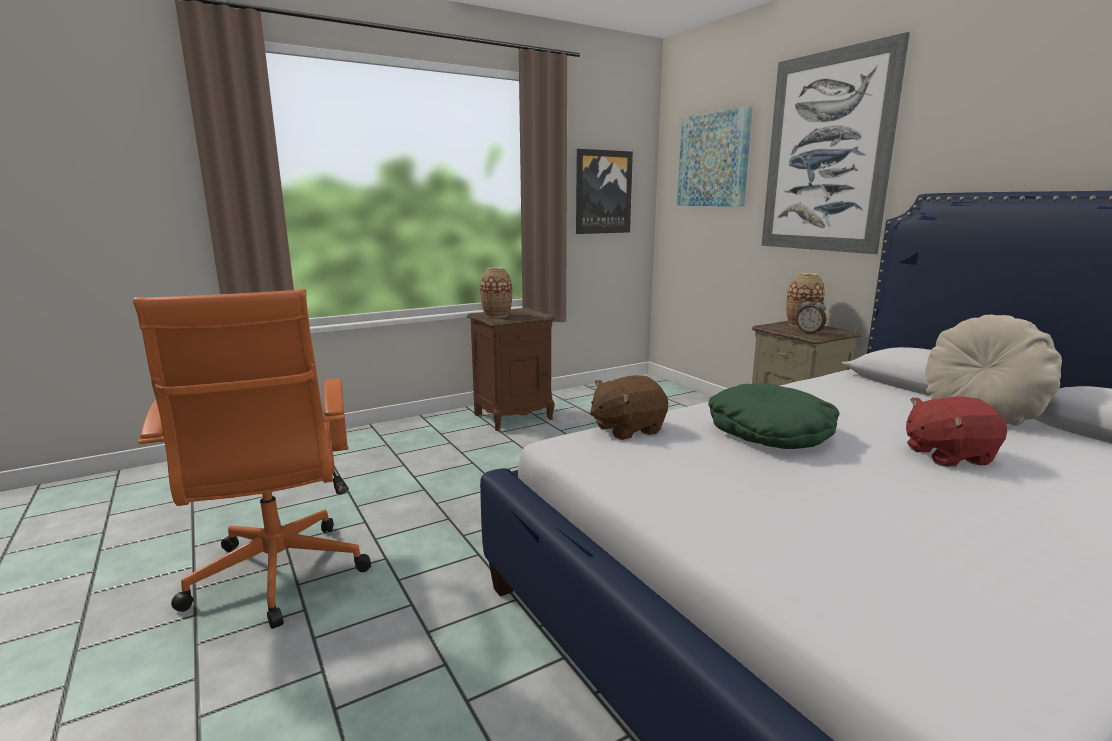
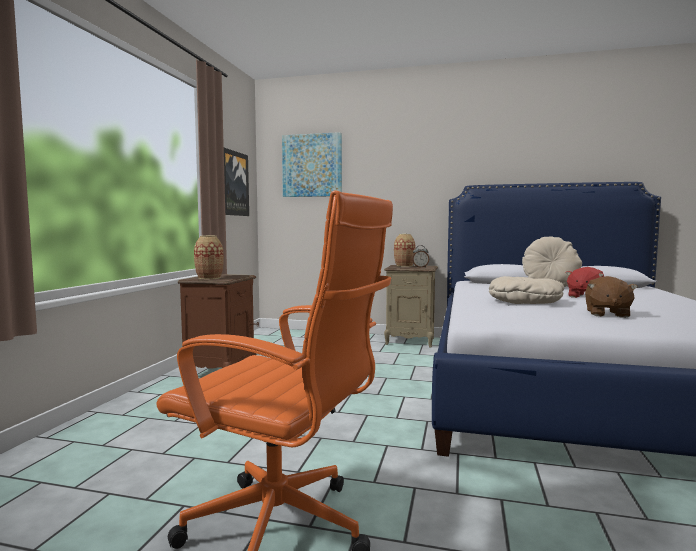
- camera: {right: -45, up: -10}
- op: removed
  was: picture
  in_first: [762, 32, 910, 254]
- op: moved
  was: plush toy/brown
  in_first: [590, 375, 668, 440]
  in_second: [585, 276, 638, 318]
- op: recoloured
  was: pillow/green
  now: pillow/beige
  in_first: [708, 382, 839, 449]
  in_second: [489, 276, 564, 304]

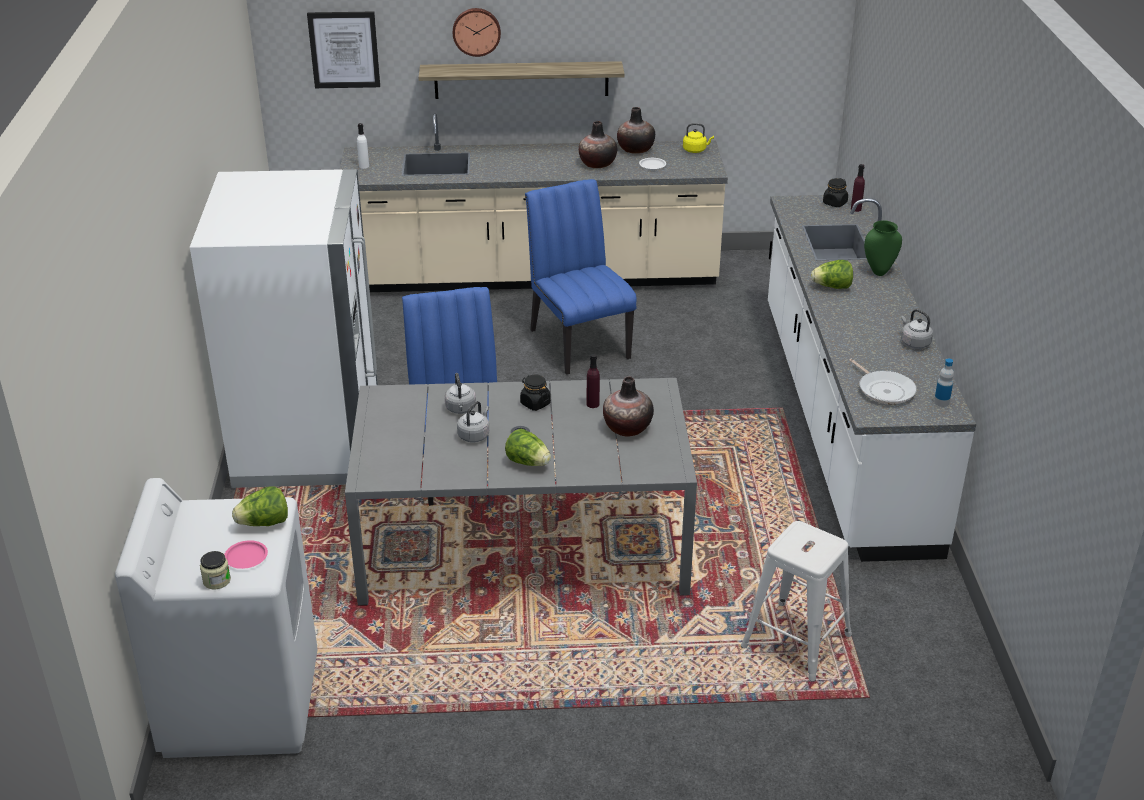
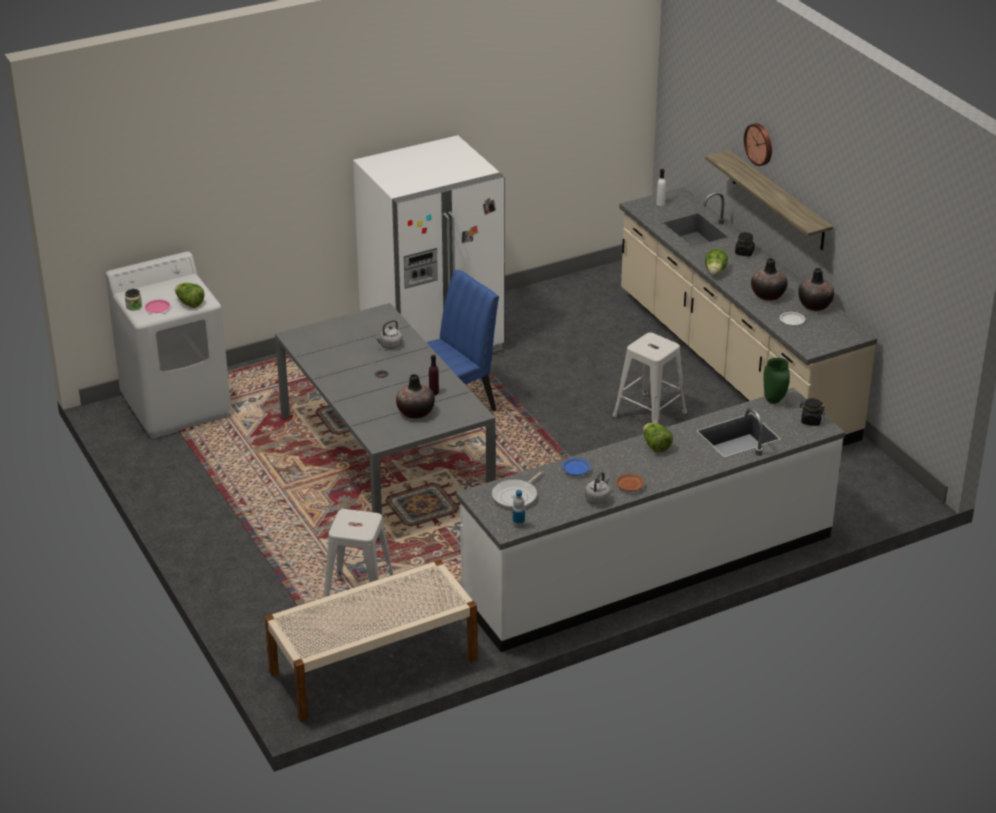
- camera: {right: 65, up: 0}
- op: removed
  was: picture
  in_first: [307, 11, 380, 88]
- op: removed
  was: kettle/grey
  in_first: [457, 401, 489, 442]
- op: removed
  was: kettle/yellow
  in_first: [683, 123, 714, 153]
- op: removed
  was: bottle/purple
  in_first: [851, 164, 865, 212]
- op: added
  now: bench/beige
  in_second: [264, 559, 477, 722]
- op: added
  now: plate/blue
  in_second: [562, 458, 590, 476]
- op: added
  now: plate/brown
  in_second: [616, 473, 644, 491]
- op: moved
  was: lettuce
  in_first: [505, 428, 551, 466]
  in_second: [705, 249, 728, 275]
- op: moved
  was: jar/black
  in_first: [520, 375, 551, 411]
  in_second: [735, 232, 755, 257]
- op: moved
  was: vase/green
  in_first: [864, 220, 902, 276]
  in_second: [764, 358, 790, 404]
- op: replaced
  was: chair/blue
  now: stool/white
  in_first: [525, 179, 637, 375]
  in_second: [612, 332, 687, 424]

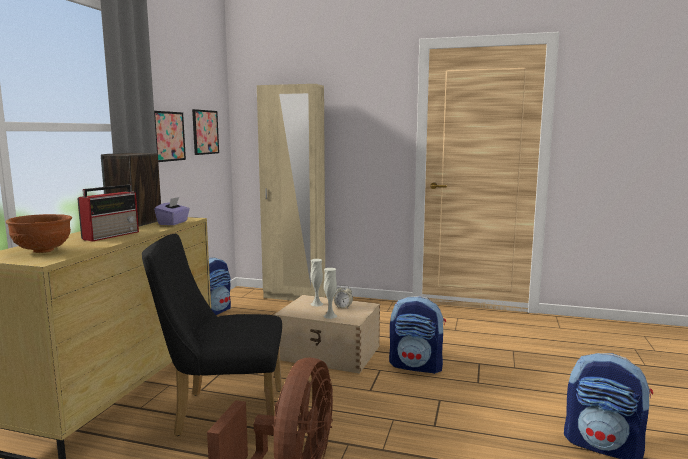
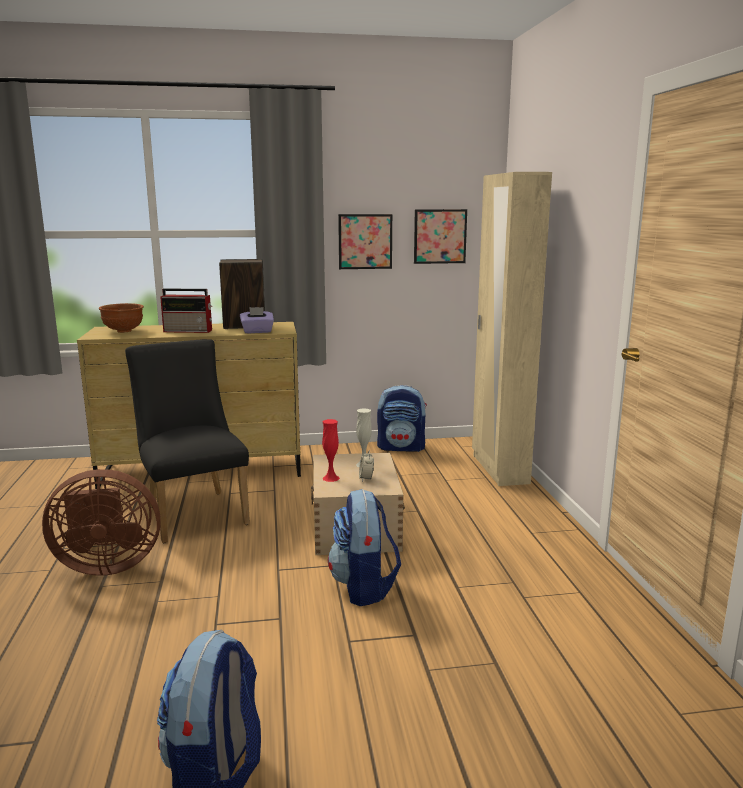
- camera: {right: 65, up: 5}
- op: recoloured
  was: vase/white
  now: vase/red
  in_first: [324, 268, 337, 319]
  in_second: [322, 419, 340, 482]

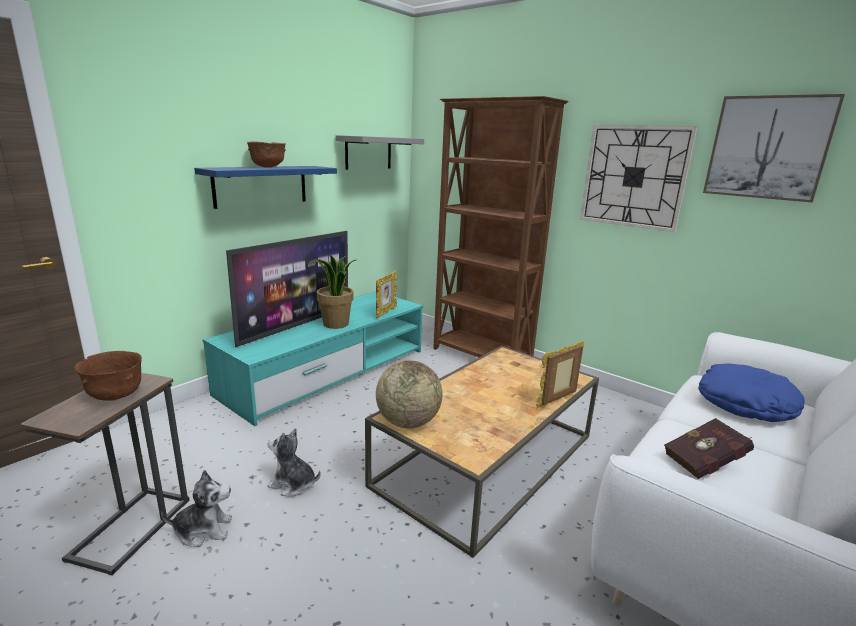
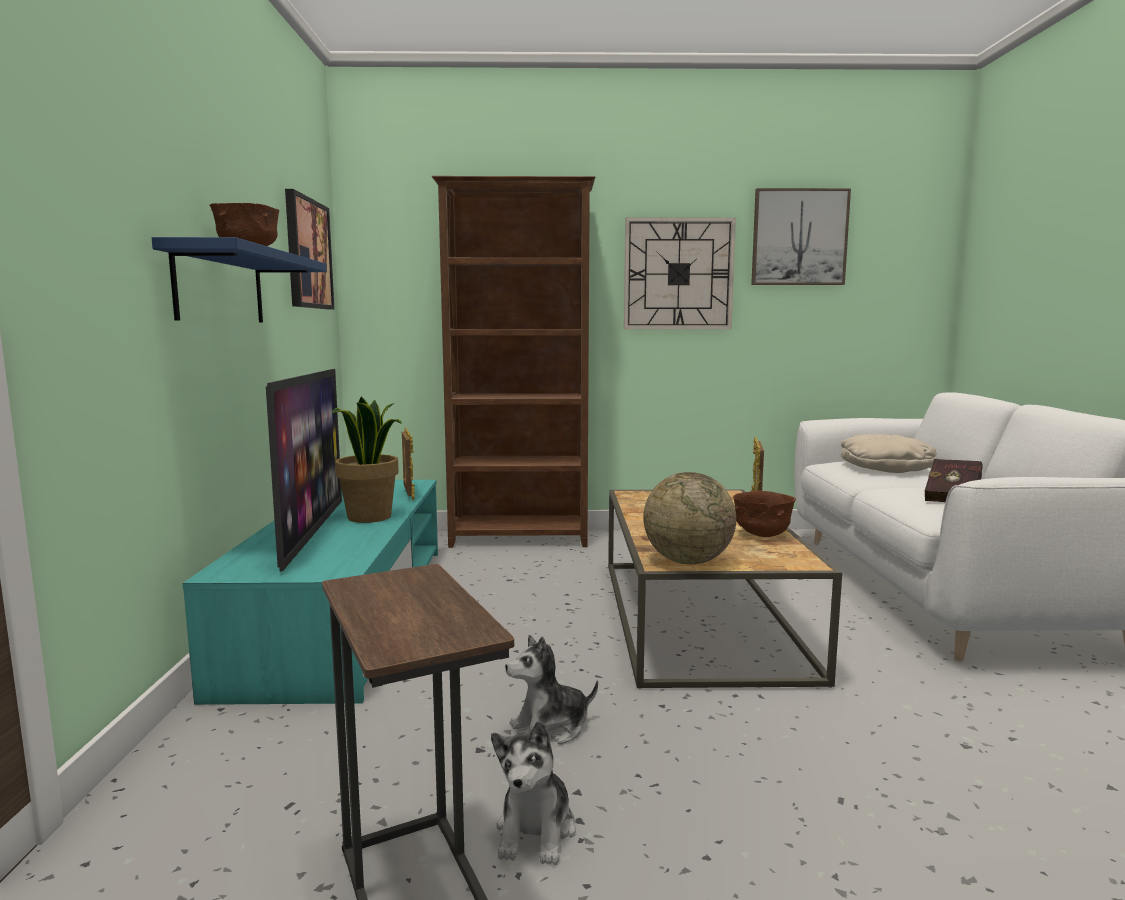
- camera: {right: -40, up: -10}
- op: moved
  was: bowl/brown
  in_first: [74, 351, 142, 401]
  in_second: [733, 491, 796, 537]
- op: replaced
  was: shelf/grey
  now: picture
  in_first: [335, 135, 424, 170]
  in_second: [285, 189, 334, 309]
- op: recoloured
  was: pillow/blue
  now: pillow/beige
  in_first: [698, 363, 805, 422]
  in_second: [841, 434, 937, 473]
- op: turned
  was: plush toy
  in_first: [161, 470, 232, 547]
  in_second: [491, 721, 576, 865]
  clockwise: 150

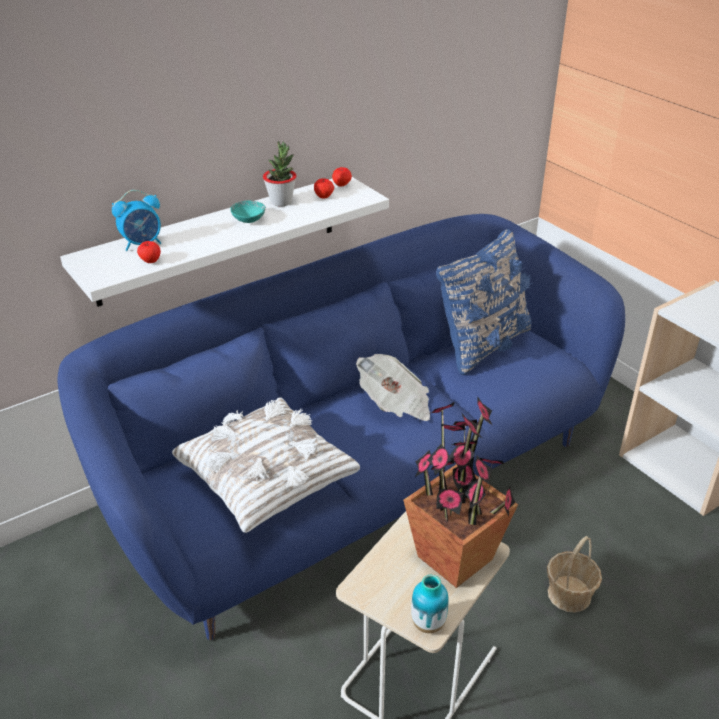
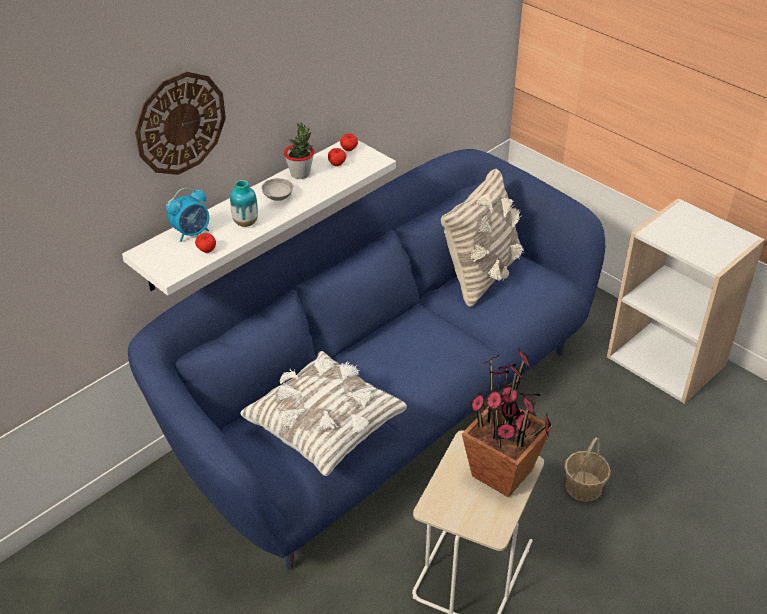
- camera: {right: -10, up: 5}
- op: removed
  was: newspaper
  in_first: [356, 354, 430, 421]
- op: added
  now: wall clock
  in_second: [135, 71, 226, 175]
- op: moved
  was: vase
  in_first: [411, 575, 449, 633]
  in_second: [230, 180, 258, 227]
- op: recoloured
  was: bowl/turquoise
  now: bowl/grey
  in_first: [230, 201, 266, 223]
  in_second: [261, 178, 293, 201]
- op: recoloured
  was: pillow/blue
  now: pillow/beige
  in_first: [436, 229, 533, 375]
  in_second: [441, 169, 524, 307]

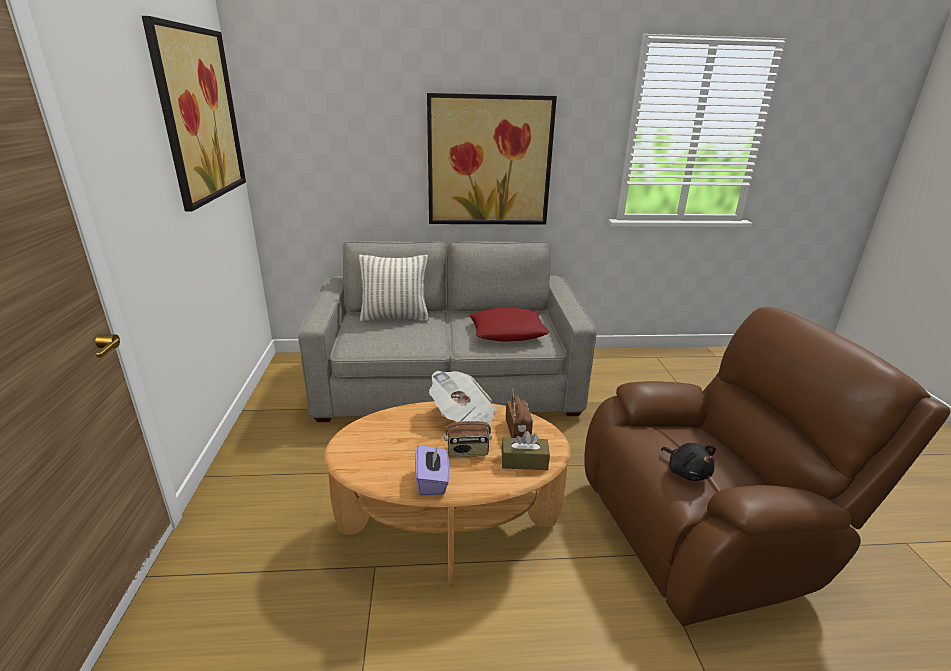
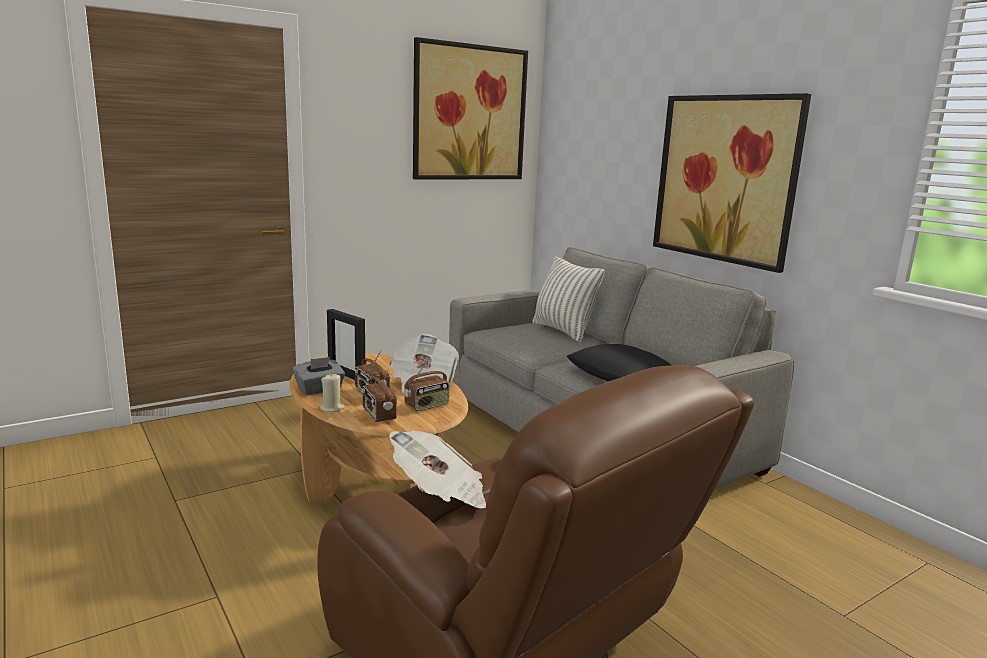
- camera: {right: 60, up: -10}
- op: added
  now: candle/beige
  in_second: [320, 373, 345, 412]
- op: added
  now: picture frame
  in_second: [327, 309, 365, 380]
- op: replaced
  was: tissue box/brown
  now: radio
  in_first: [502, 431, 550, 470]
  in_second: [362, 369, 397, 422]
- op: replaced
  was: plush toy/black
  now: newspaper
  in_first: [661, 443, 716, 481]
  in_second: [389, 431, 486, 509]
- op: recoloured
  was: tissue box/purple
  now: tissue box/grey
  in_first: [415, 445, 449, 495]
  in_second: [293, 357, 345, 395]
- op: recoloured
  was: pillow/red
  now: pillow/black
  in_first: [470, 308, 549, 342]
  in_second: [567, 344, 671, 381]

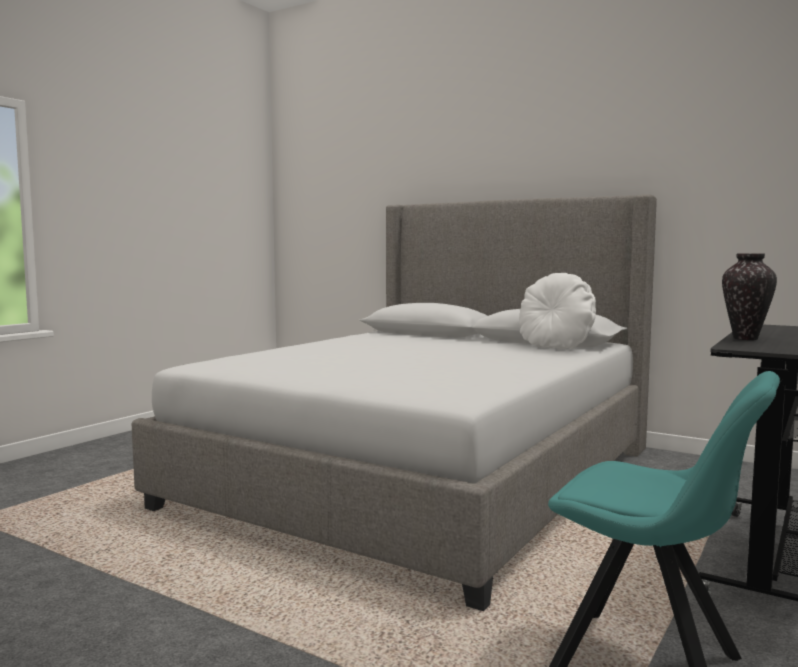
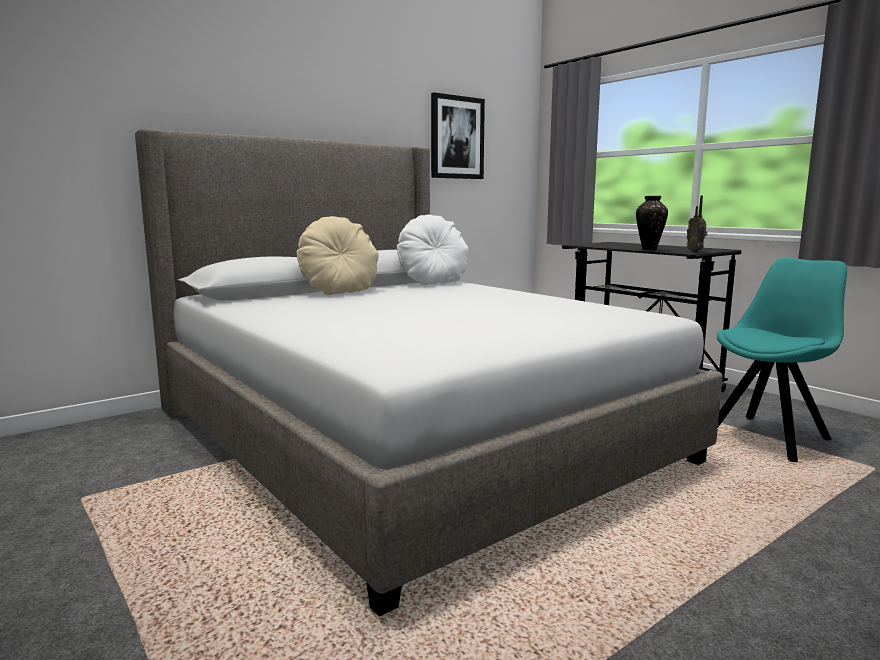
- camera: {right: -70, up: 5}
- op: added
  now: pillow/beige
  in_second: [297, 216, 379, 295]
- op: added
  now: picture
  in_second: [431, 92, 485, 179]
- op: added
  now: radio
  in_second: [687, 196, 707, 252]

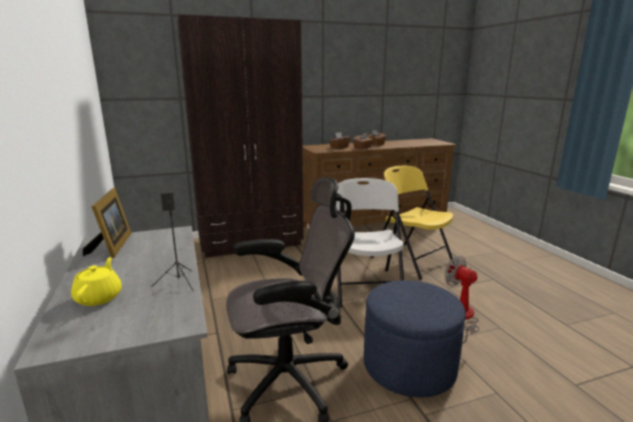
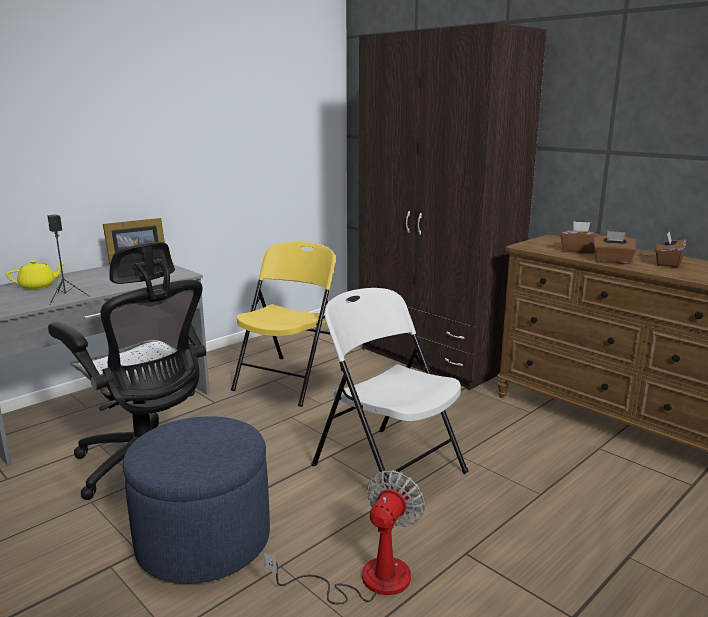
- camera: {right: 65, up: 0}
- op: moved
  was: chair/yellow
  in_first: [371, 166, 454, 280]
  in_second: [231, 242, 343, 407]
- op: turned
  was: chair/white
  in_first: [336, 178, 404, 308]
  in_second: [312, 288, 468, 488]
  clockwise: -105

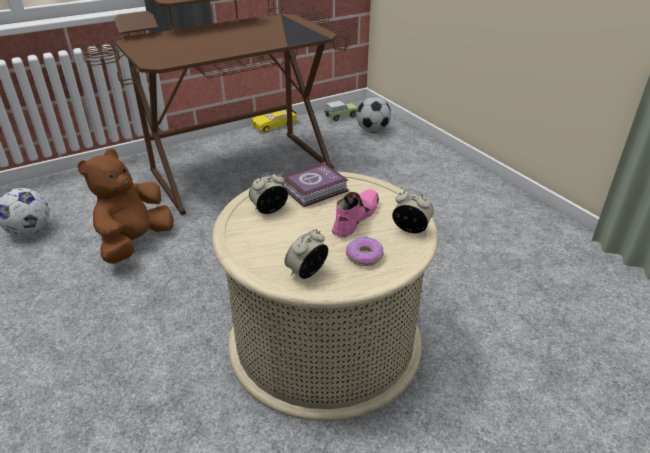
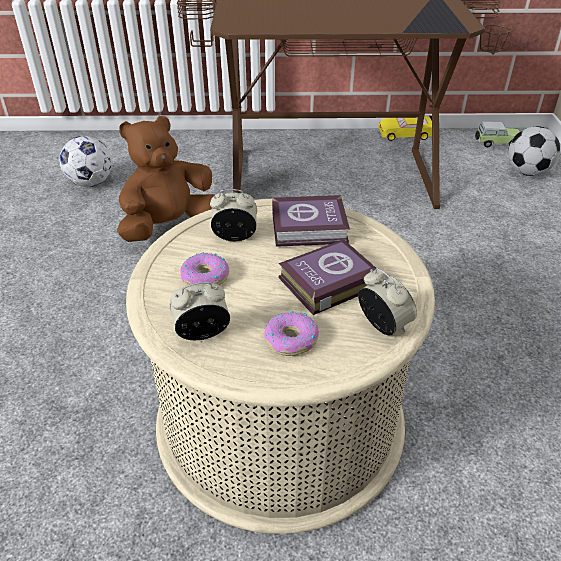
- camera: {right: 30, up: 5}
- op: added
  now: donut
  in_second: [180, 253, 229, 285]
- op: replaced
  was: shoe/pink
  now: book
  in_first: [332, 189, 379, 237]
  in_second: [279, 239, 376, 315]

